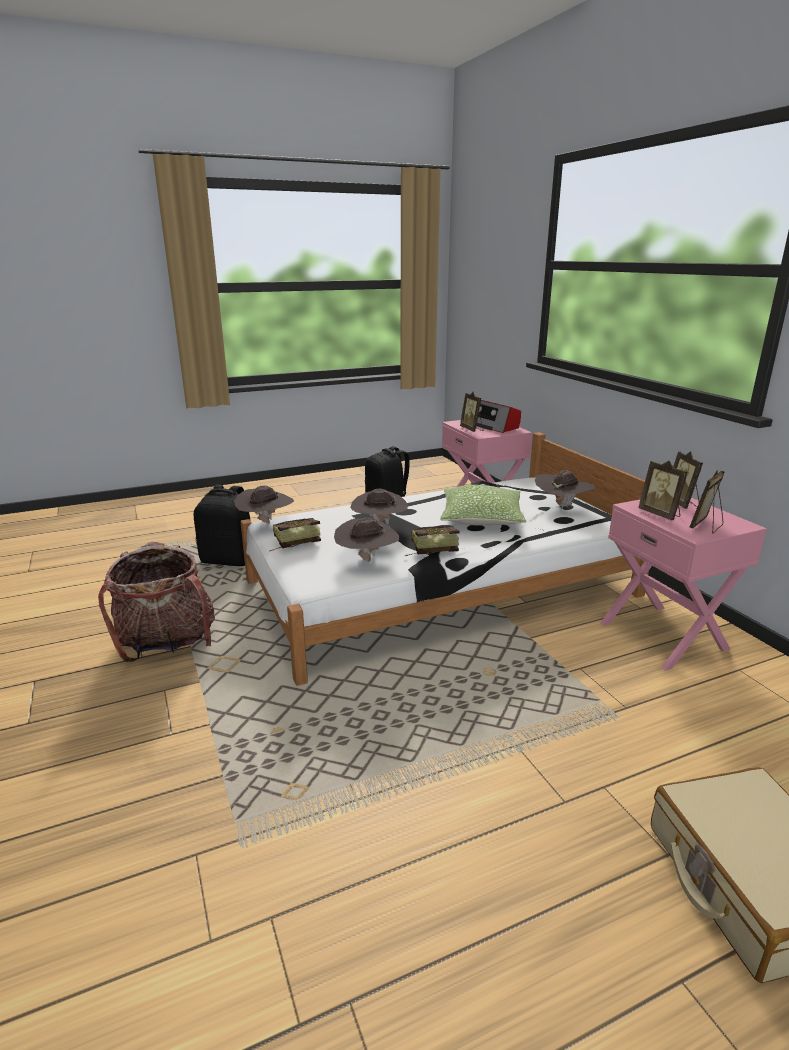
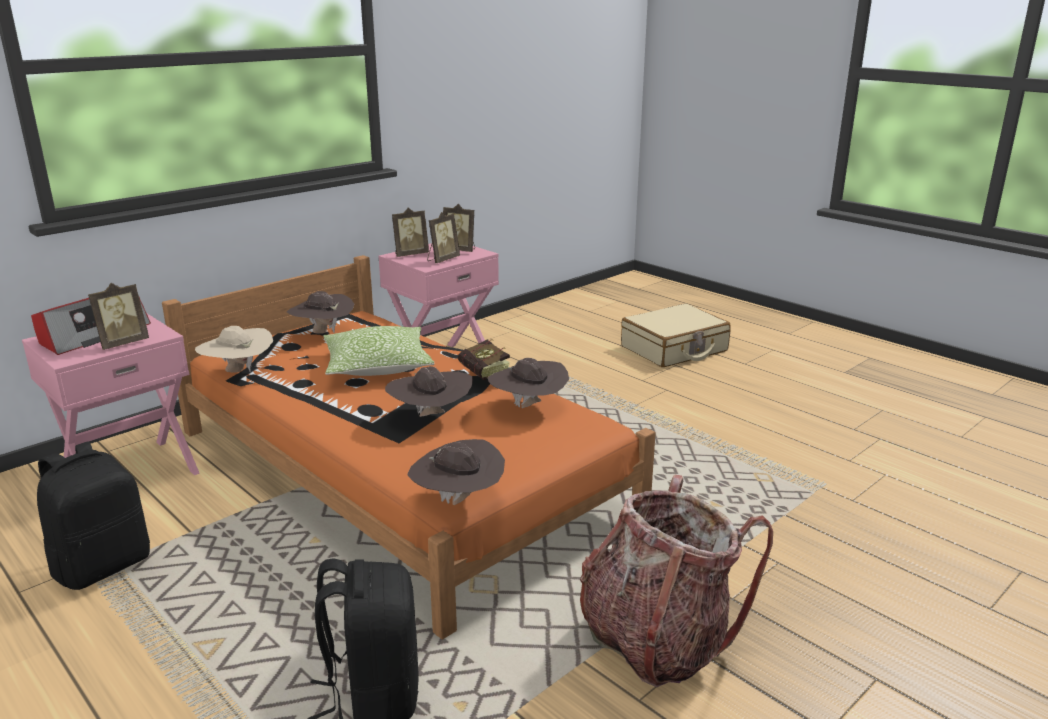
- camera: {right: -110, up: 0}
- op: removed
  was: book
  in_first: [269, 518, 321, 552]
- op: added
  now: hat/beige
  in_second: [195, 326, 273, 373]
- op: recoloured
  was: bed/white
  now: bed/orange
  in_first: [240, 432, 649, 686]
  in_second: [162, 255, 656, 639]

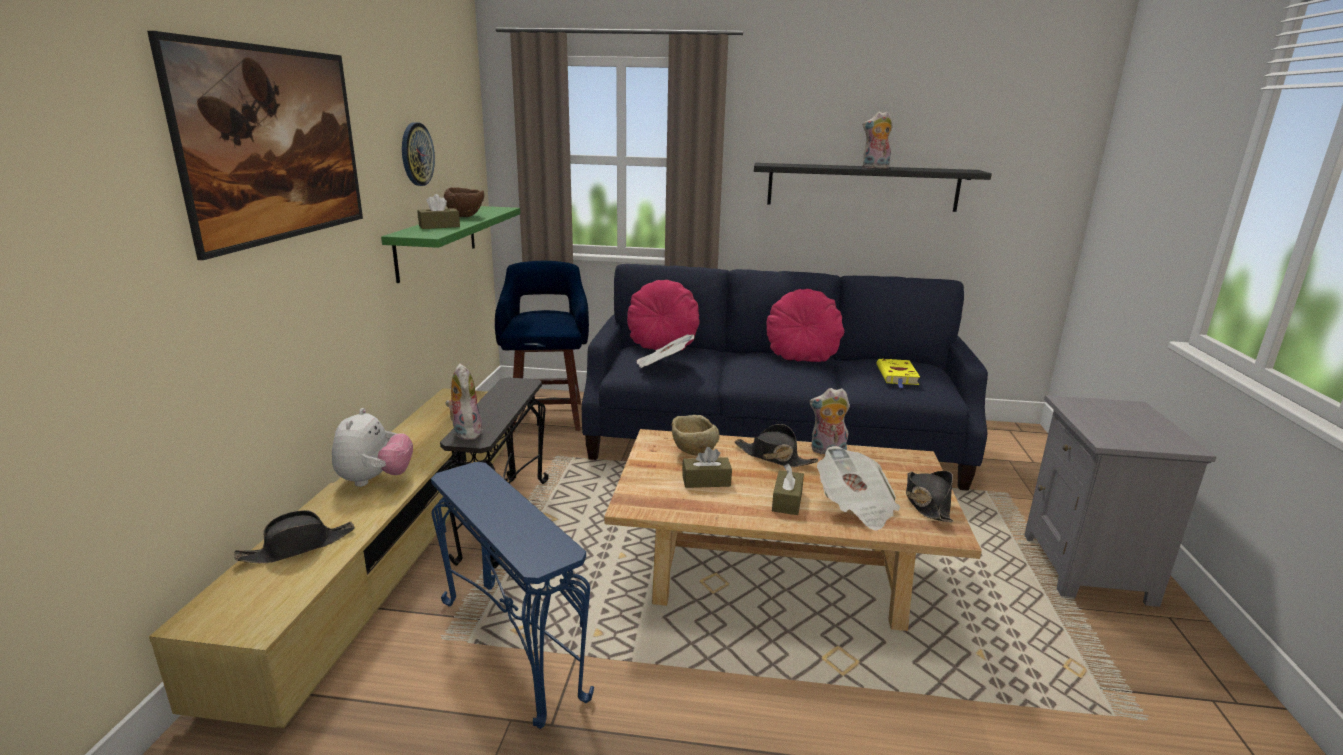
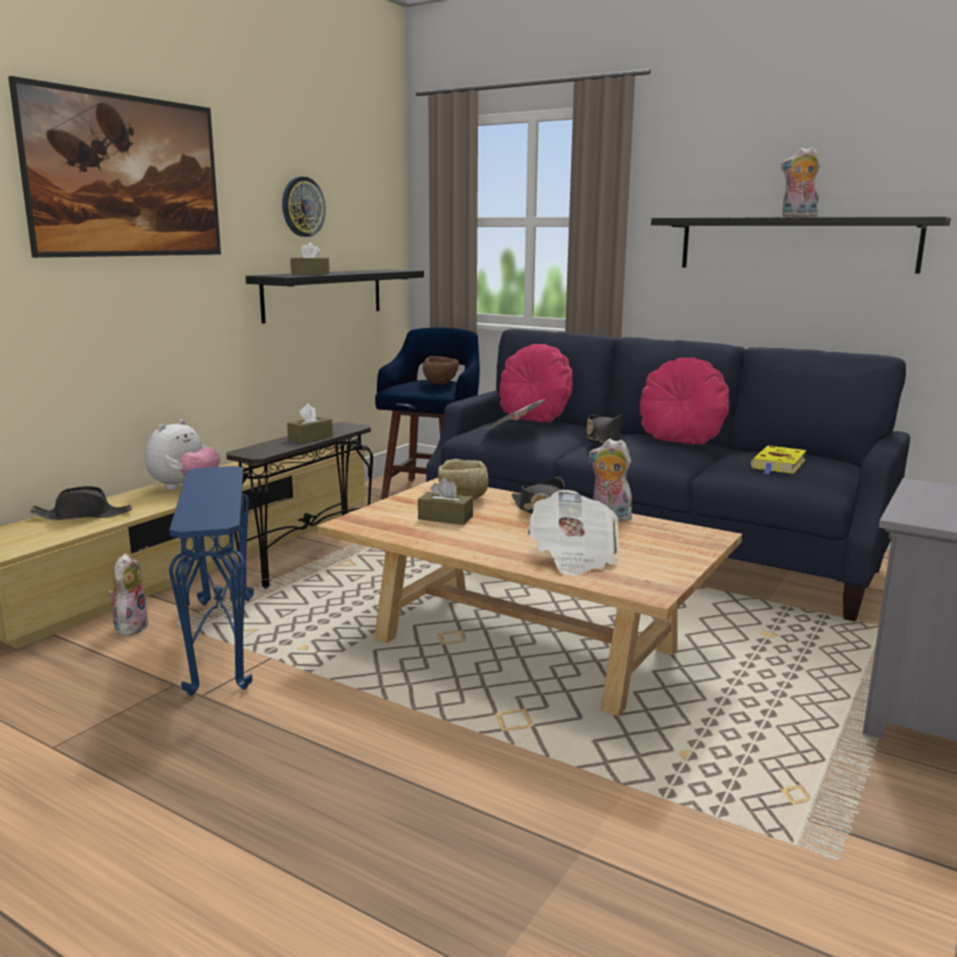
- camera: {right: 25, up: -5}
- op: moved
  was: bowl/brown
  in_first: [444, 187, 484, 217]
  in_second: [423, 356, 459, 385]
- op: moved
  was: plush toy
  in_first: [446, 363, 483, 440]
  in_second: [108, 553, 149, 636]
- op: moved
  was: tissue box/brown
  in_first: [772, 464, 804, 515]
  in_second: [287, 404, 333, 443]
- op: moved
  was: hat/black
  in_first: [906, 471, 954, 522]
  in_second: [586, 414, 622, 444]
- op: recoloured
  was: shelf/green
  now: shelf/black
  in_first: [381, 206, 520, 283]
  in_second: [245, 269, 424, 323]

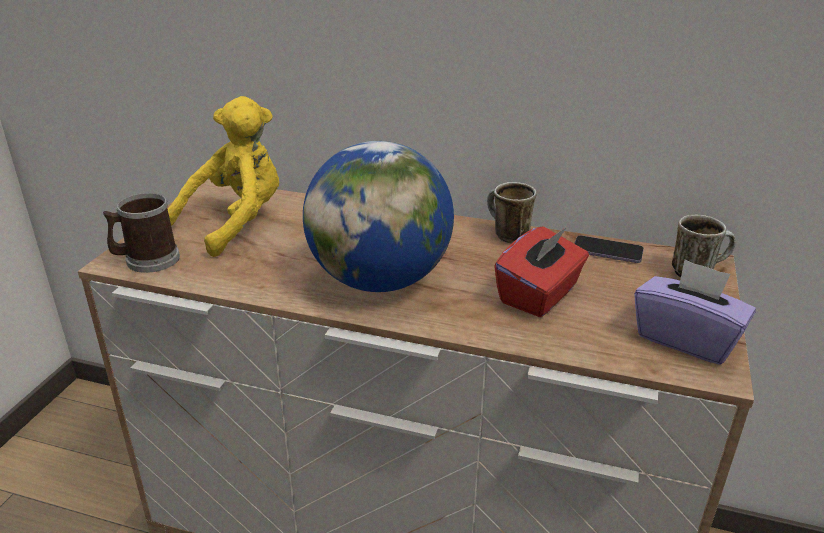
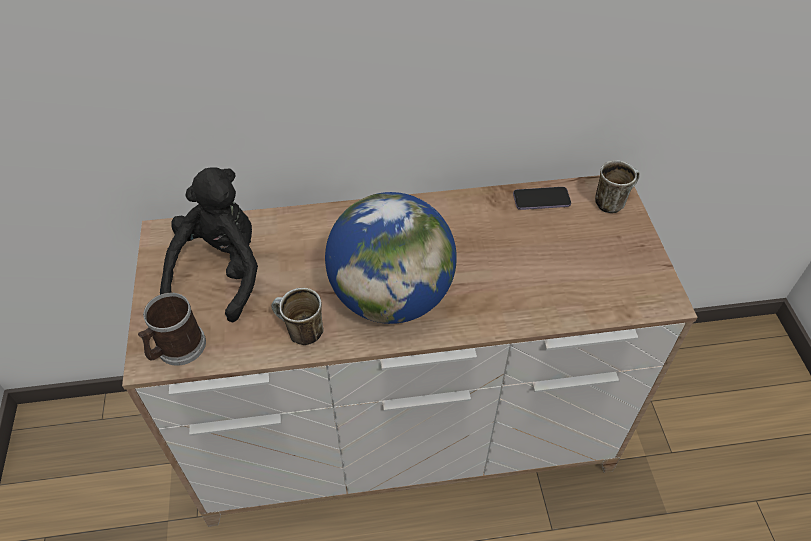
- camera: {right: -25, up: 20}
- op: removed
  was: tissue box/red
  in_first: [494, 226, 589, 317]
- op: removed
  was: tissue box/purple
  in_first: [634, 259, 756, 365]
- op: moved
  was: mug
  in_first: [487, 182, 537, 243]
  in_second: [271, 288, 324, 345]
- op: recoloured
  was: plush toy/yellow
  now: plush toy/black
  in_first: [168, 96, 279, 257]
  in_second: [160, 167, 258, 323]

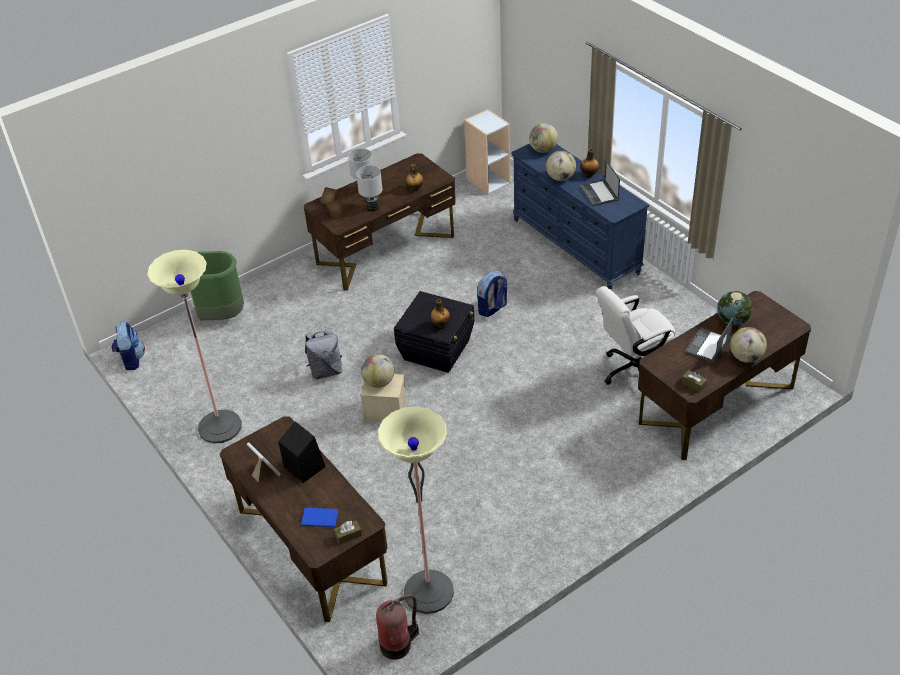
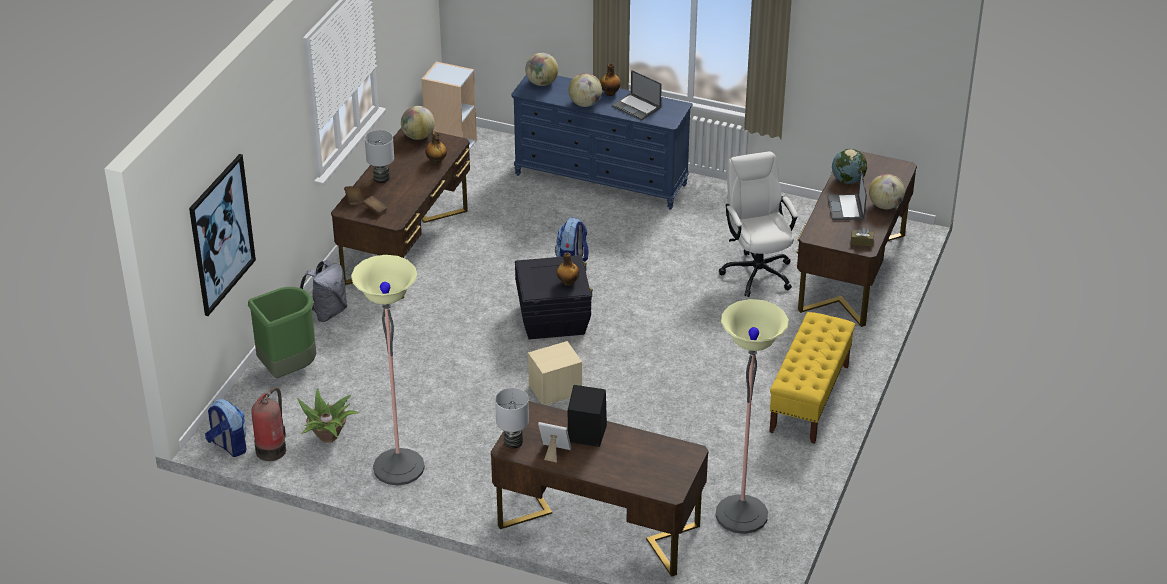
- camera: {right: -35, up: -5}
- op: removed
  was: book/blue
  in_first: [301, 508, 338, 527]
- op: removed
  was: tissue box/brown
  in_first: [334, 520, 362, 545]
- op: added
  now: picture
  in_second: [189, 154, 256, 316]
- op: added
  now: potted plant
  in_second: [297, 389, 359, 443]
- op: added
  now: bench/yellow
  in_second: [769, 312, 855, 444]
- op: moved
  was: backpack/grey
  in_first: [305, 328, 342, 379]
  in_second: [300, 260, 347, 322]
- op: moved
  was: table lamp/grey
  in_first: [356, 165, 382, 211]
  in_second: [495, 388, 529, 449]
- op: moved
  was: globe
  in_first: [361, 354, 395, 388]
  in_second: [401, 106, 435, 140]
- op: moved
  was: fire extinguisher
  in_first: [376, 594, 419, 660]
  in_second: [252, 387, 286, 461]
- op: turned
  was: office chair/white
  in_first: [596, 286, 675, 396]
  in_second: [719, 152, 798, 297]
  clockwise: 135

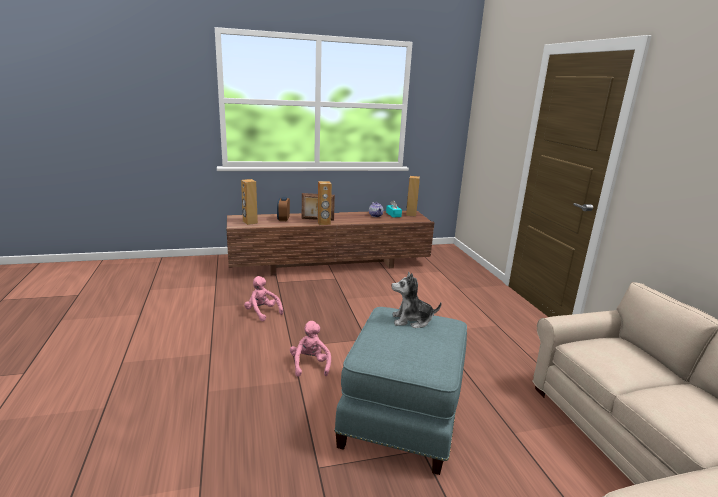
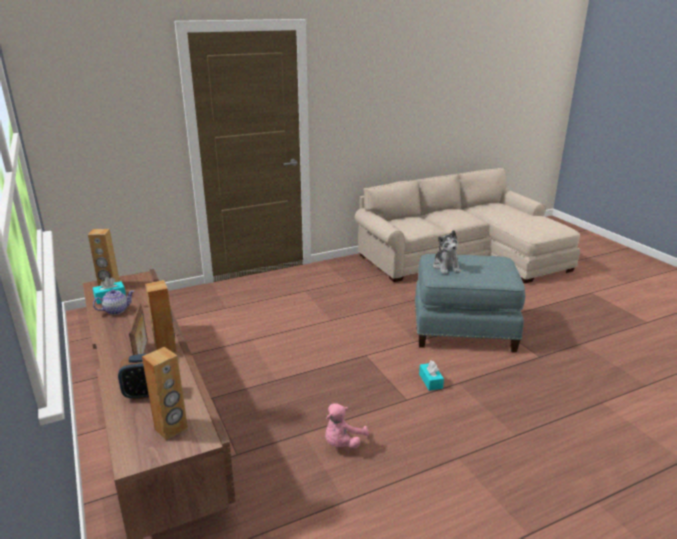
- camera: {right: -100, up: 5}
- op: replaced
  was: plush toy/pink
  now: tissue box/turquoise
  in_first: [290, 321, 331, 377]
  in_second: [419, 360, 444, 391]

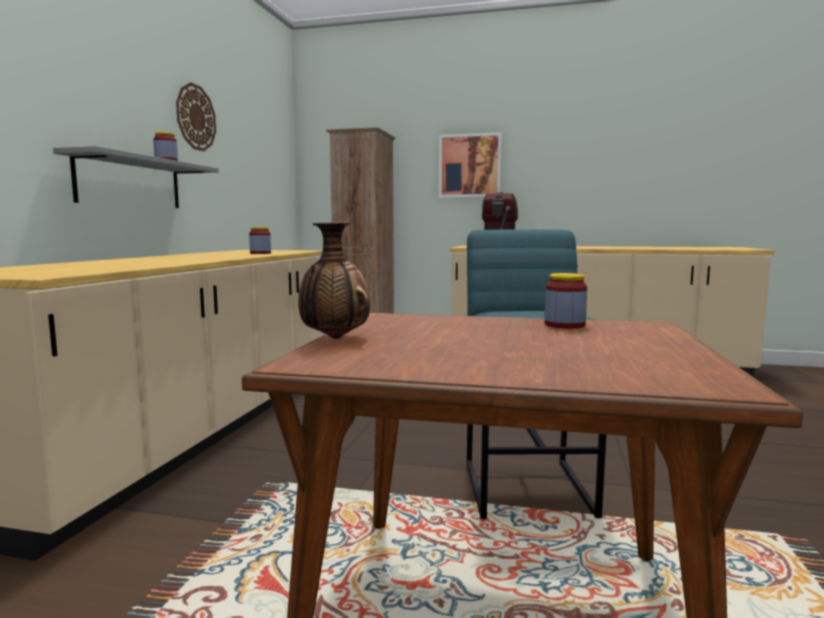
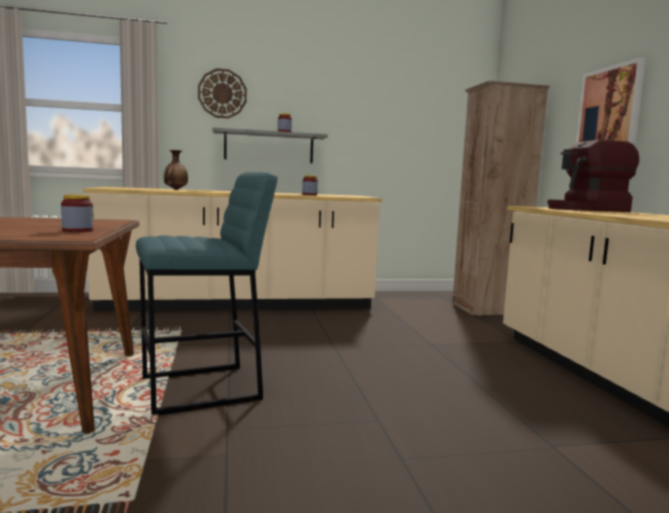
- camera: {right: 65, up: 0}
- op: moved
  was: wall clock
  in_first: [176, 82, 216, 151]
  in_second: [198, 68, 247, 119]
- op: moved
  was: vase
  in_first: [298, 222, 370, 339]
  in_second: [164, 150, 188, 190]

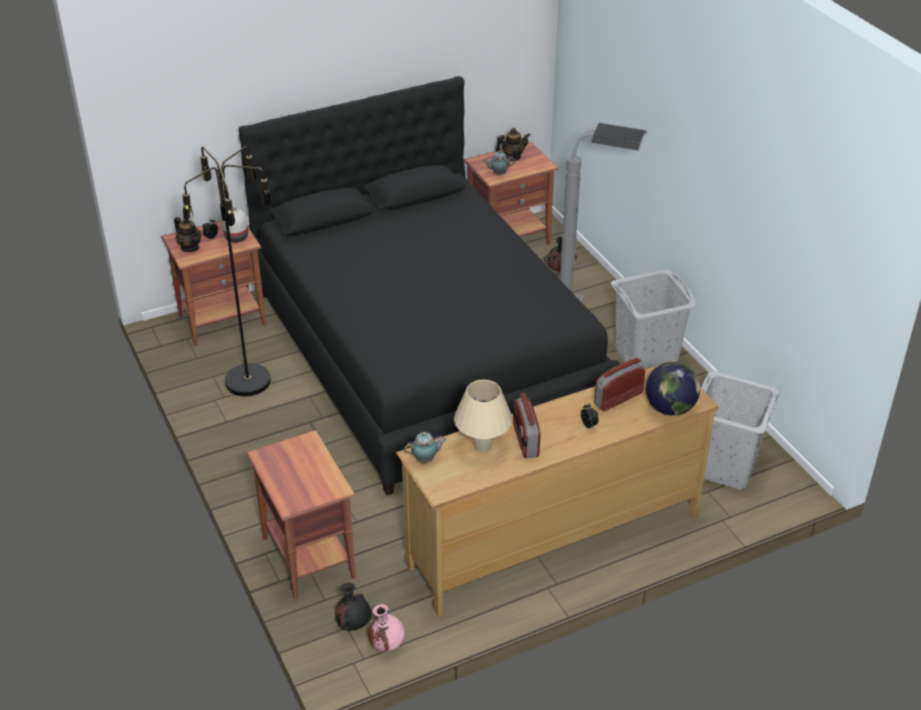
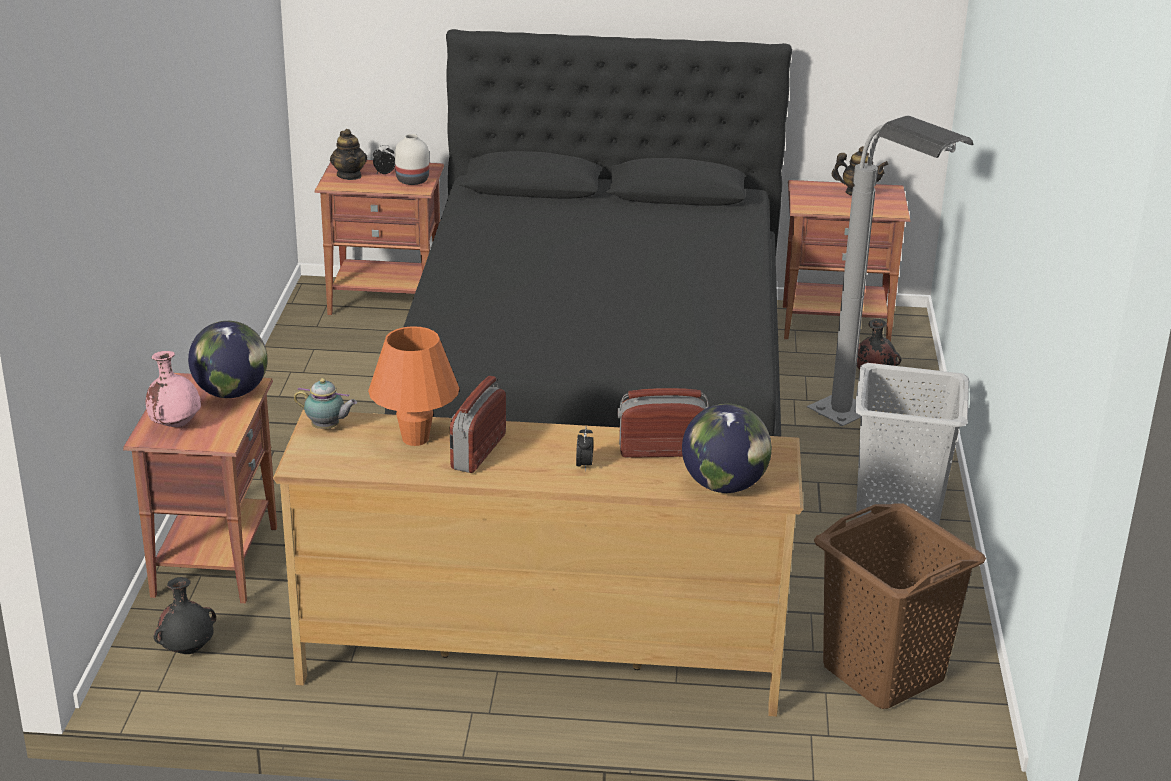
- camera: {right: 30, up: -10}
- op: removed
  was: floor lamp
  in_first: [182, 146, 272, 396]
- op: removed
  was: teapot
  in_first: [483, 150, 515, 175]
- op: added
  now: globe
  in_second: [188, 321, 268, 398]
- op: moved
  was: vase/pink
  in_first: [368, 604, 405, 652]
  in_second: [146, 351, 201, 427]
- op: recoloured
  was: table lamp/beige
  now: table lamp/orange
  in_first: [454, 380, 513, 452]
  in_second: [368, 326, 459, 446]
- op: recoloured
  was: laundry basket/grey
  now: laundry basket/brown
  in_first: [701, 371, 780, 490]
  in_second: [814, 504, 986, 709]

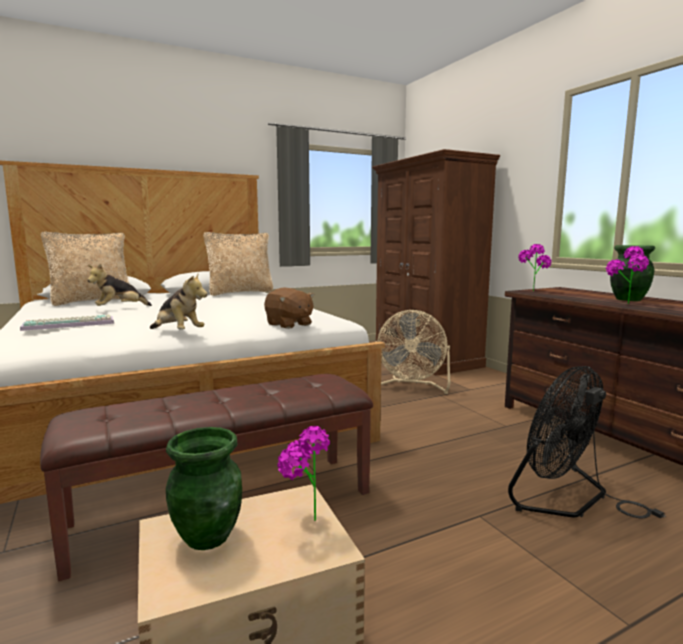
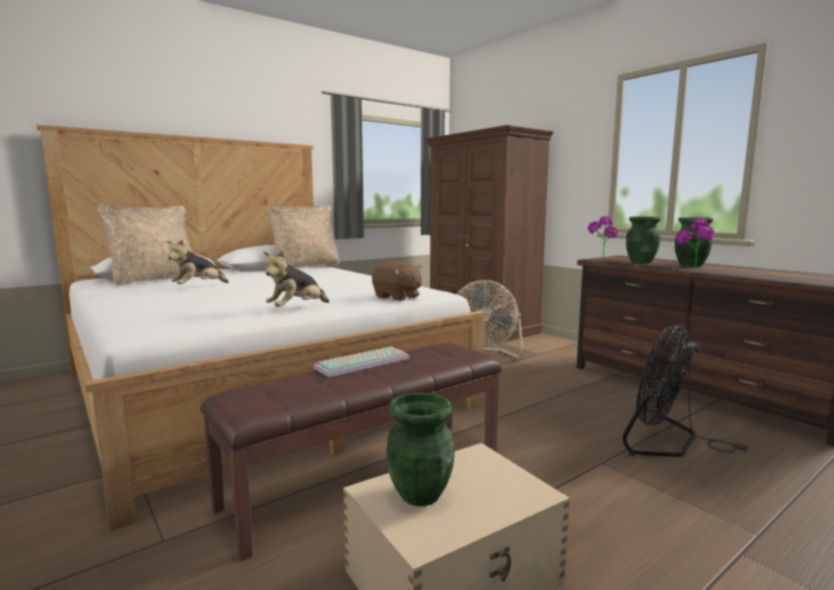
- camera: {right: -10, up: 0}
- op: removed
  was: potted plant
  in_first: [277, 426, 330, 521]
- op: added
  now: vase/green
  in_second: [626, 216, 661, 263]
- op: moved
  was: keyboard
  in_first: [20, 314, 114, 331]
  in_second: [313, 347, 410, 377]
- op: turned
  was: plush toy
  in_first: [150, 274, 208, 329]
  in_second: [263, 250, 329, 307]
  clockwise: 105

